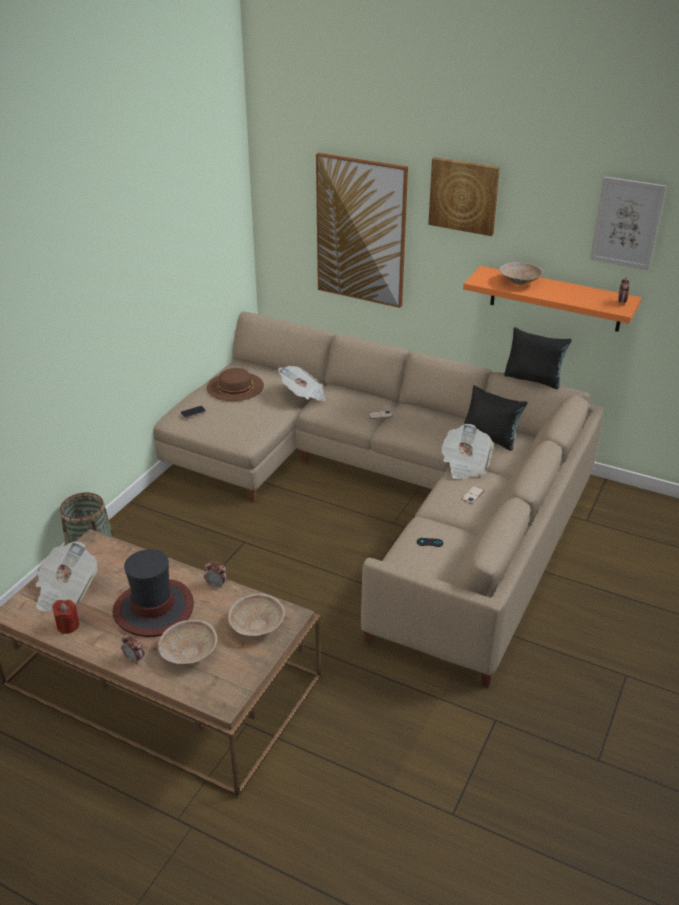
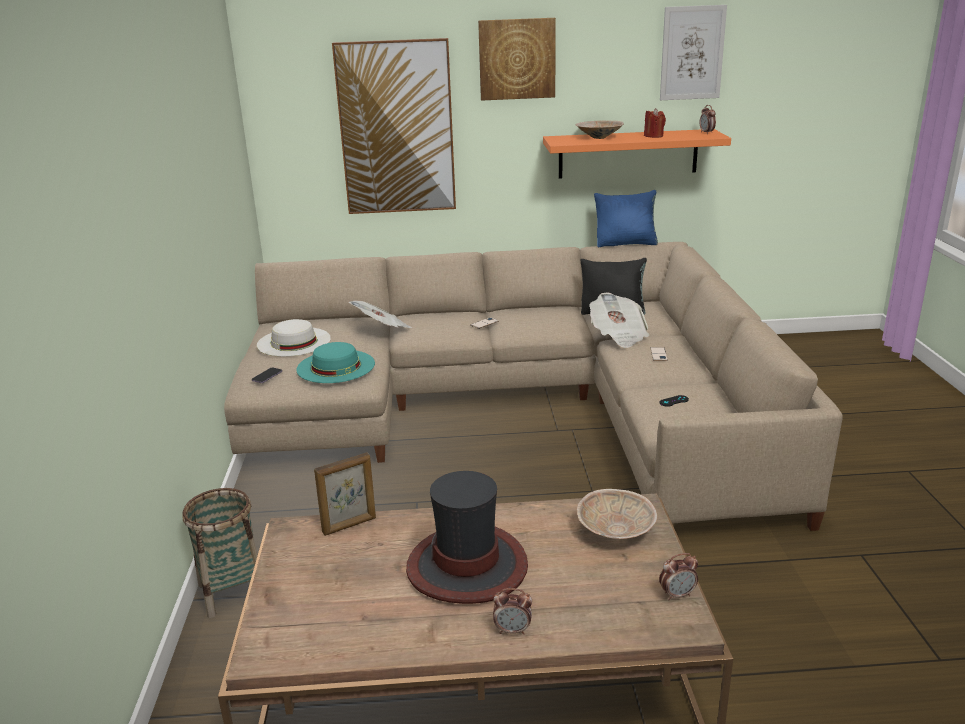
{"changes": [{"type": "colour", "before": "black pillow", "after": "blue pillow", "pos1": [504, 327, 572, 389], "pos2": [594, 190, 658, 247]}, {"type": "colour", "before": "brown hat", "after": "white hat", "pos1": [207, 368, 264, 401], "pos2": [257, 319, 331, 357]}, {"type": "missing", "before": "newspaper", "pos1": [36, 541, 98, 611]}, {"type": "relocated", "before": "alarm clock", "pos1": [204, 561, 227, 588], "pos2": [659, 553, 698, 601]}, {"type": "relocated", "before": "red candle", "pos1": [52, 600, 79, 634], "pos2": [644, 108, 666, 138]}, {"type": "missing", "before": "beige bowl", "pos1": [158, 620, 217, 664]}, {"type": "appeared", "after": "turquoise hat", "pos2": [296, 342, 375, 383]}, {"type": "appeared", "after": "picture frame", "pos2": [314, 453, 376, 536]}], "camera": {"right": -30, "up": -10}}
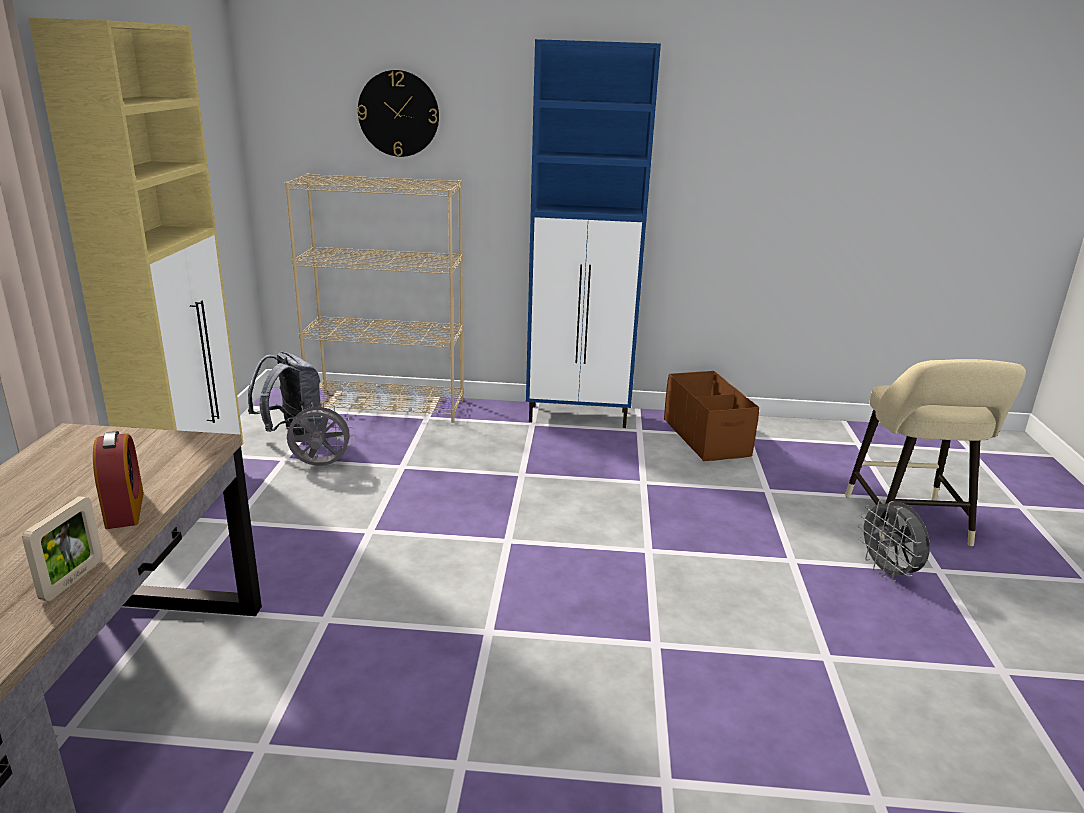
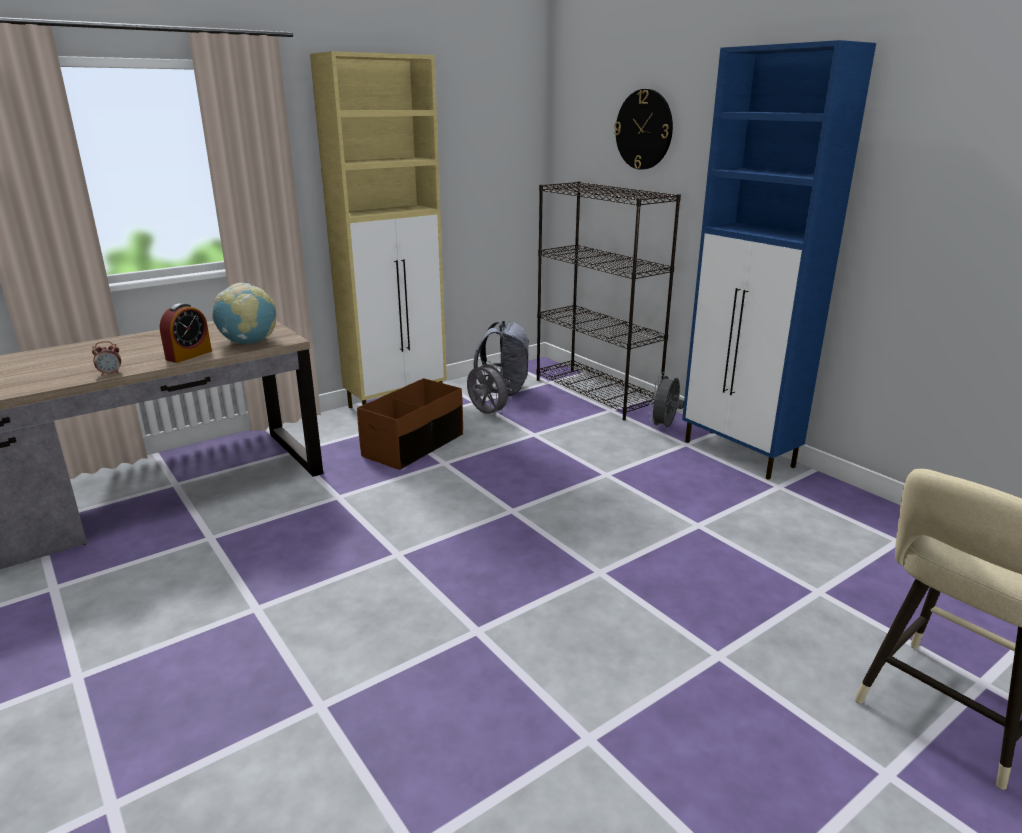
{"changes": [{"type": "colour", "before": "beige bookcase", "after": "black bookcase", "pos1": [285, 174, 464, 423], "pos2": [536, 181, 681, 421]}, {"type": "relocated", "before": "brown storage box", "pos1": [664, 371, 759, 461], "pos2": [357, 378, 463, 470]}, {"type": "exchanged", "before": "picture frame", "after": "alarm clock", "pos1": [22, 496, 103, 601], "pos2": [92, 341, 121, 376]}, {"type": "relocated", "before": "grey fan", "pos1": [857, 499, 930, 581], "pos2": [649, 372, 684, 429]}, {"type": "appeared", "after": "globe", "pos2": [212, 283, 276, 344]}], "camera": {"right": 50, "up": 0}}
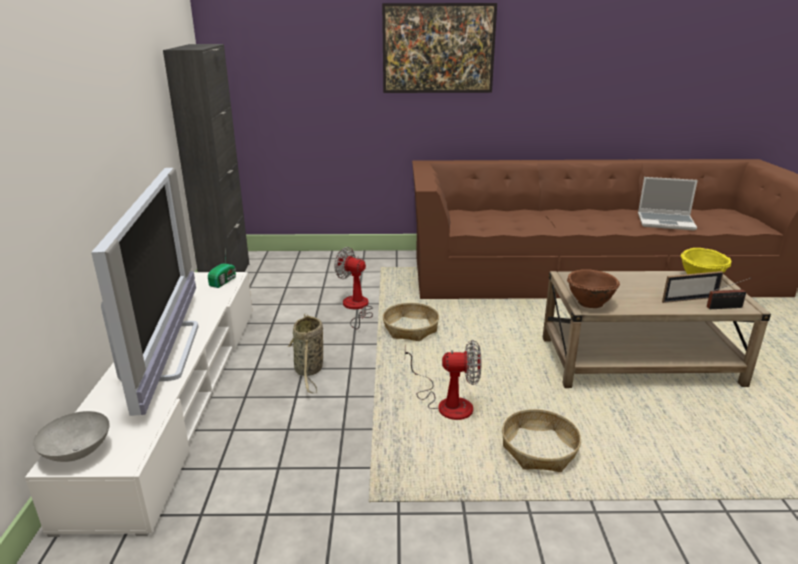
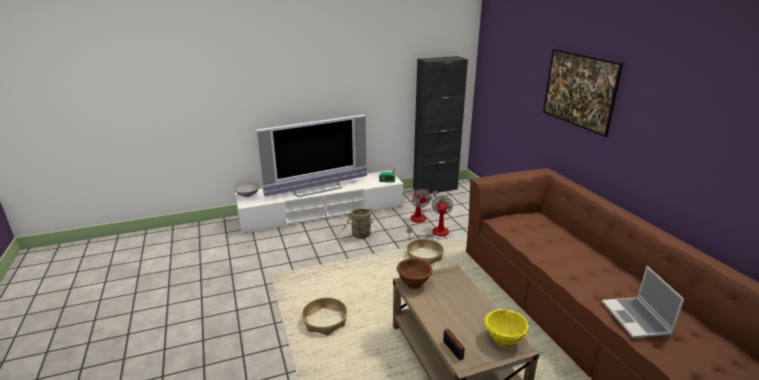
{"changes": [{"type": "missing", "before": "picture frame", "pos1": [662, 271, 724, 303]}, {"type": "relocated", "before": "fan", "pos1": [405, 340, 482, 420], "pos2": [411, 189, 437, 223]}], "camera": {"right": 70, "up": 0}}
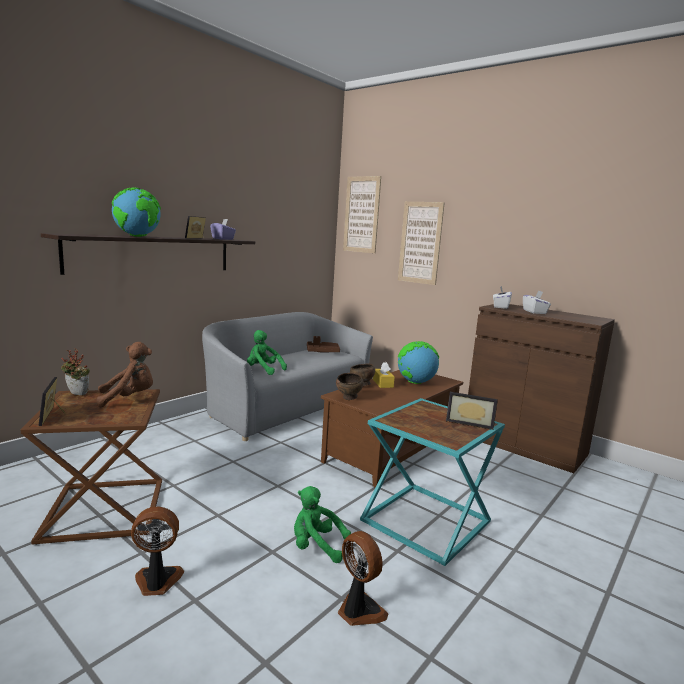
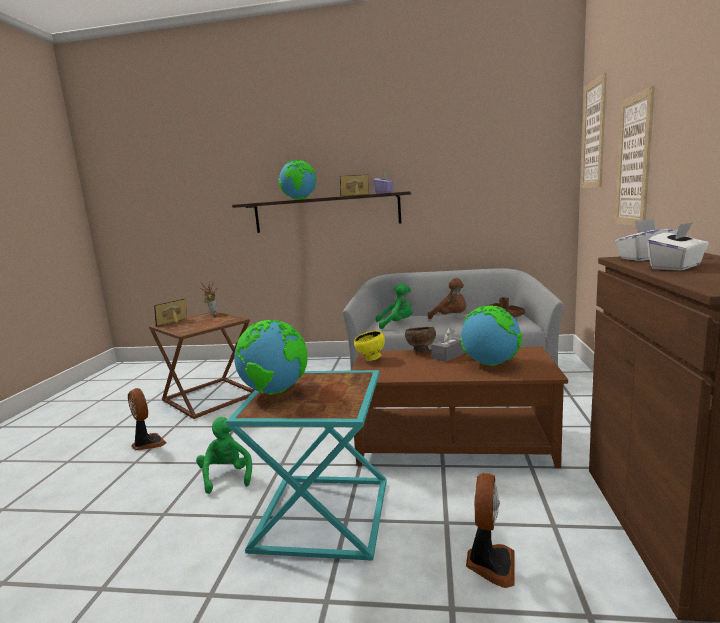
{"changes": [{"type": "spun", "before": "green plush toy", "pos1": [247, 330, 287, 375], "pos2": [375, 283, 412, 329], "turn": 90}, {"type": "relocated", "before": "brown plush toy", "pos1": [97, 342, 153, 407], "pos2": [428, 278, 466, 319]}, {"type": "colour", "before": "yellow tissue box", "after": "grey tissue box", "pos1": [373, 362, 395, 388], "pos2": [431, 328, 465, 362]}, {"type": "colour", "before": "brown bowl", "after": "yellow bowl", "pos1": [336, 373, 364, 400], "pos2": [354, 331, 385, 361]}, {"type": "missing", "before": "picture frame", "pos1": [446, 392, 498, 430]}, {"type": "relocated", "before": "fan", "pos1": [338, 531, 388, 626], "pos2": [466, 473, 514, 588]}, {"type": "appeared", "after": "globe", "pos2": [234, 320, 307, 395]}], "camera": {"right": 60, "up": 0}}
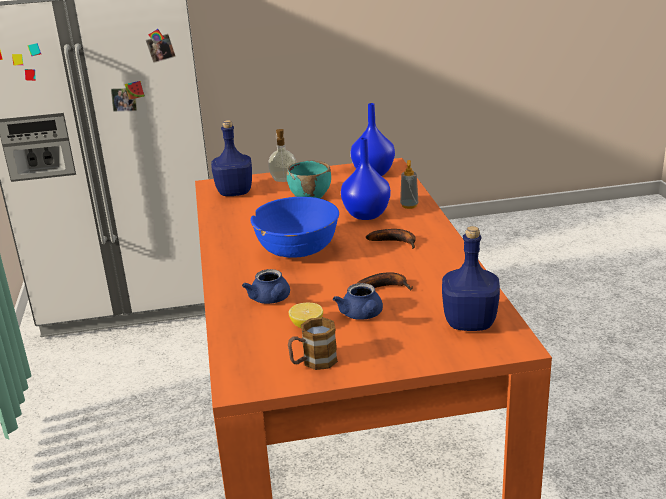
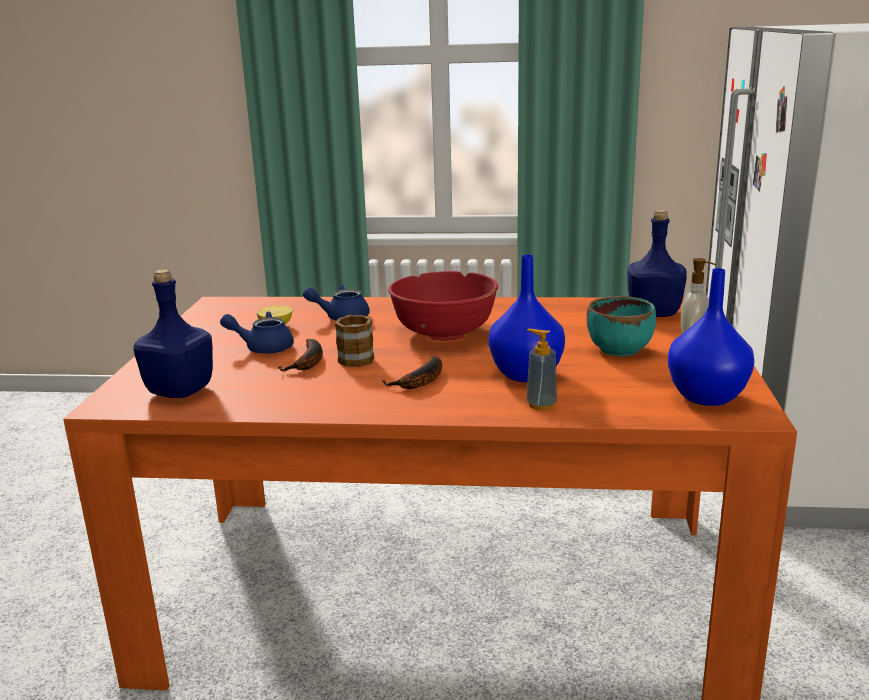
{"changes": [{"type": "colour", "before": "blue bowl", "after": "red bowl", "pos1": [250, 197, 339, 258], "pos2": [388, 271, 498, 341]}, {"type": "relocated", "before": "mug", "pos1": [288, 317, 338, 370], "pos2": [335, 315, 374, 367]}], "camera": {"right": 105, "up": -5}}
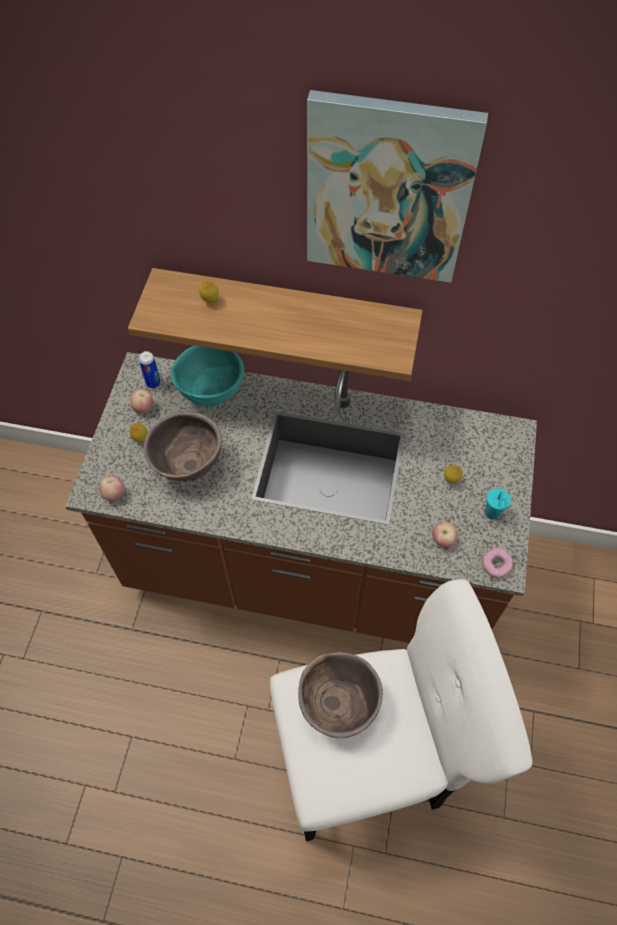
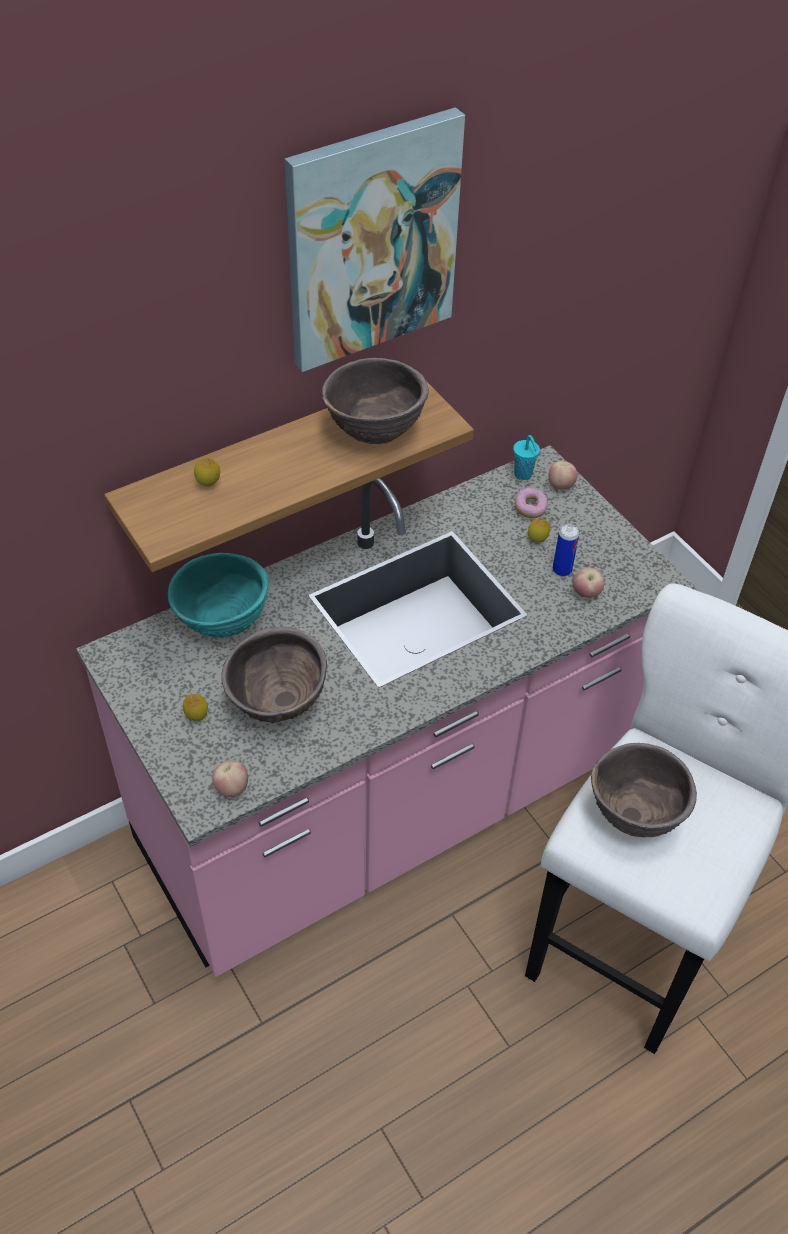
{"changes": [{"type": "relocated", "before": "can", "pos1": [139, 351, 161, 388], "pos2": [553, 524, 579, 577]}, {"type": "colour", "before": "brown counter", "after": "pink counter", "pos1": [65, 352, 537, 643], "pos2": [76, 445, 695, 977]}, {"type": "relocated", "before": "apple", "pos1": [130, 390, 153, 414], "pos2": [549, 461, 577, 490]}, {"type": "relocated", "before": "turquoise cup", "pos1": [485, 488, 511, 520], "pos2": [513, 435, 540, 480]}, {"type": "relocated", "before": "donut", "pos1": [482, 548, 513, 578], "pos2": [515, 488, 548, 518]}, {"type": "appeared", "after": "brown bowl", "pos2": [322, 358, 429, 444]}], "camera": {"right": -45, "up": -10}}
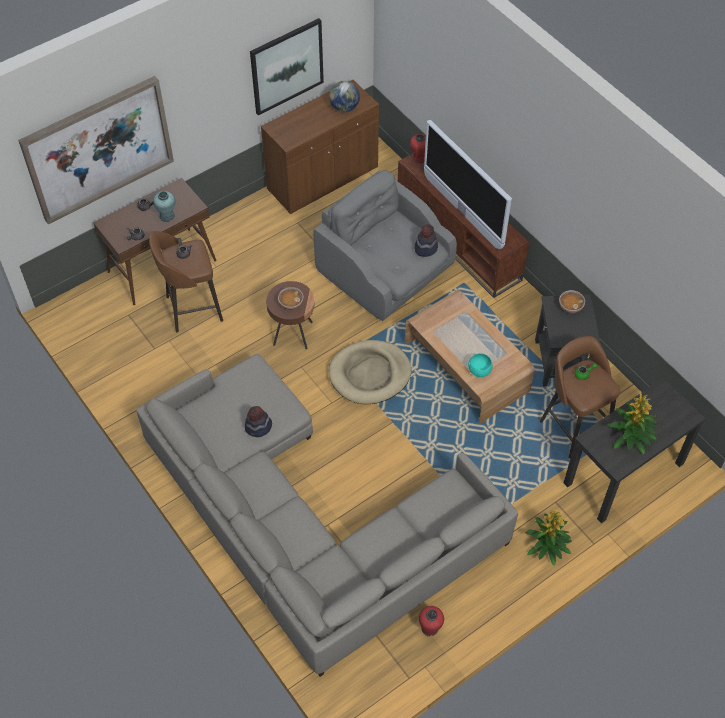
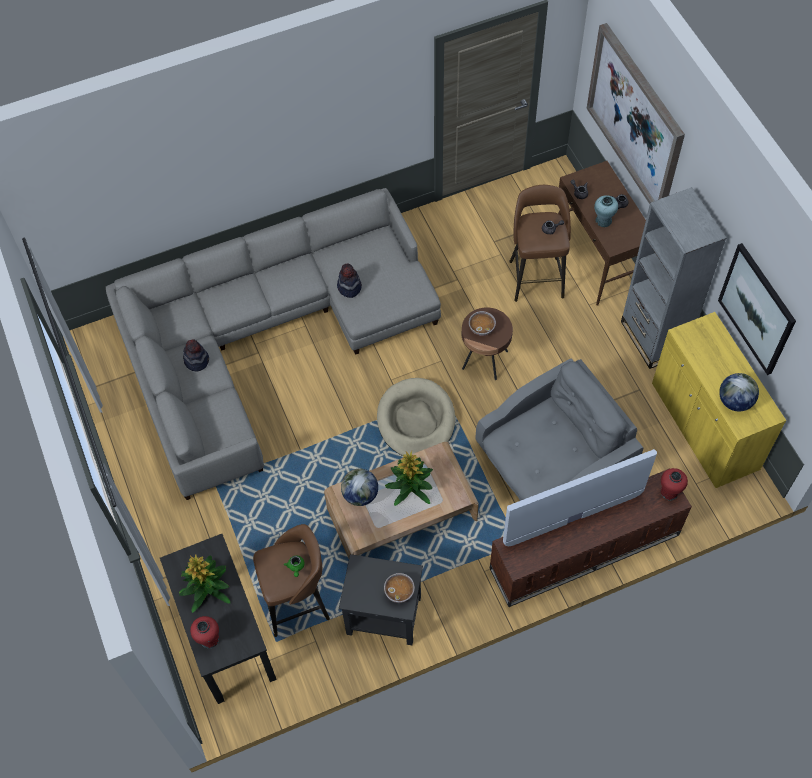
{"changes": [{"type": "colour", "before": "brown cabinet", "after": "yellow cabinet", "pos1": [261, 80, 379, 214], "pos2": [652, 312, 786, 488]}, {"type": "relocated", "before": "hat", "pos1": [415, 224, 438, 257], "pos2": [183, 339, 209, 372]}, {"type": "exchanged", "before": "turquoise bowl", "after": "globe", "pos1": [468, 353, 493, 377], "pos2": [341, 468, 378, 506]}, {"type": "relocated", "before": "potted plant", "pos1": [525, 508, 572, 566], "pos2": [385, 451, 433, 506]}, {"type": "relocated", "before": "red vase", "pos1": [419, 606, 444, 637], "pos2": [190, 616, 219, 648]}, {"type": "appeared", "after": "grey bookcase", "pos2": [621, 187, 726, 369]}], "camera": {"right": 105, "up": 5}}
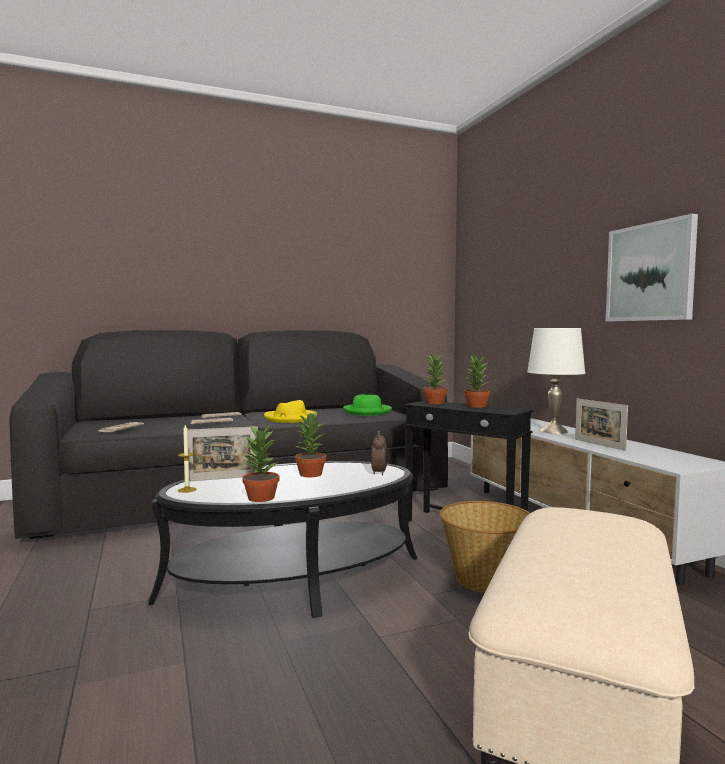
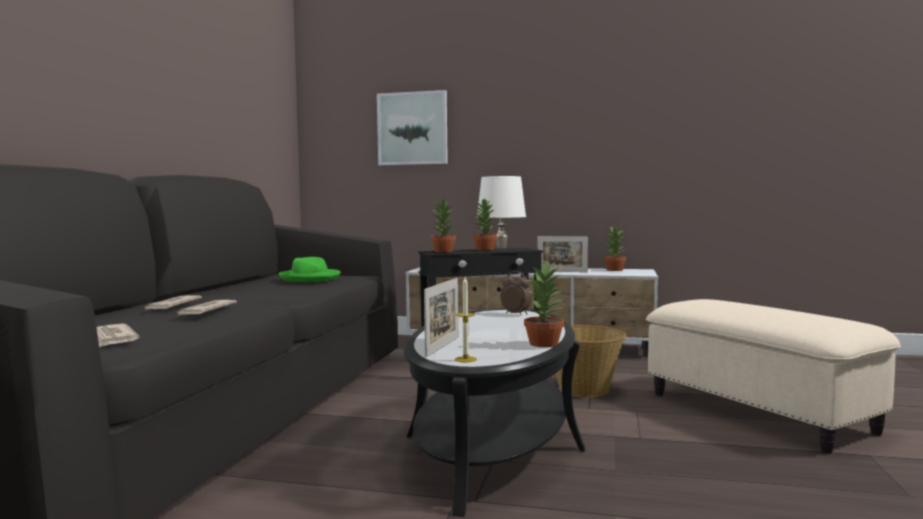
{"changes": [{"type": "relocated", "before": "picture", "pos1": [606, 214, 698, 321], "pos2": [377, 90, 448, 166]}, {"type": "missing", "before": "yellow hat", "pos1": [264, 400, 317, 423]}, {"type": "relocated", "before": "potted plant", "pos1": [295, 413, 326, 477], "pos2": [604, 226, 626, 271]}], "camera": {"right": -55, "up": 0}}
